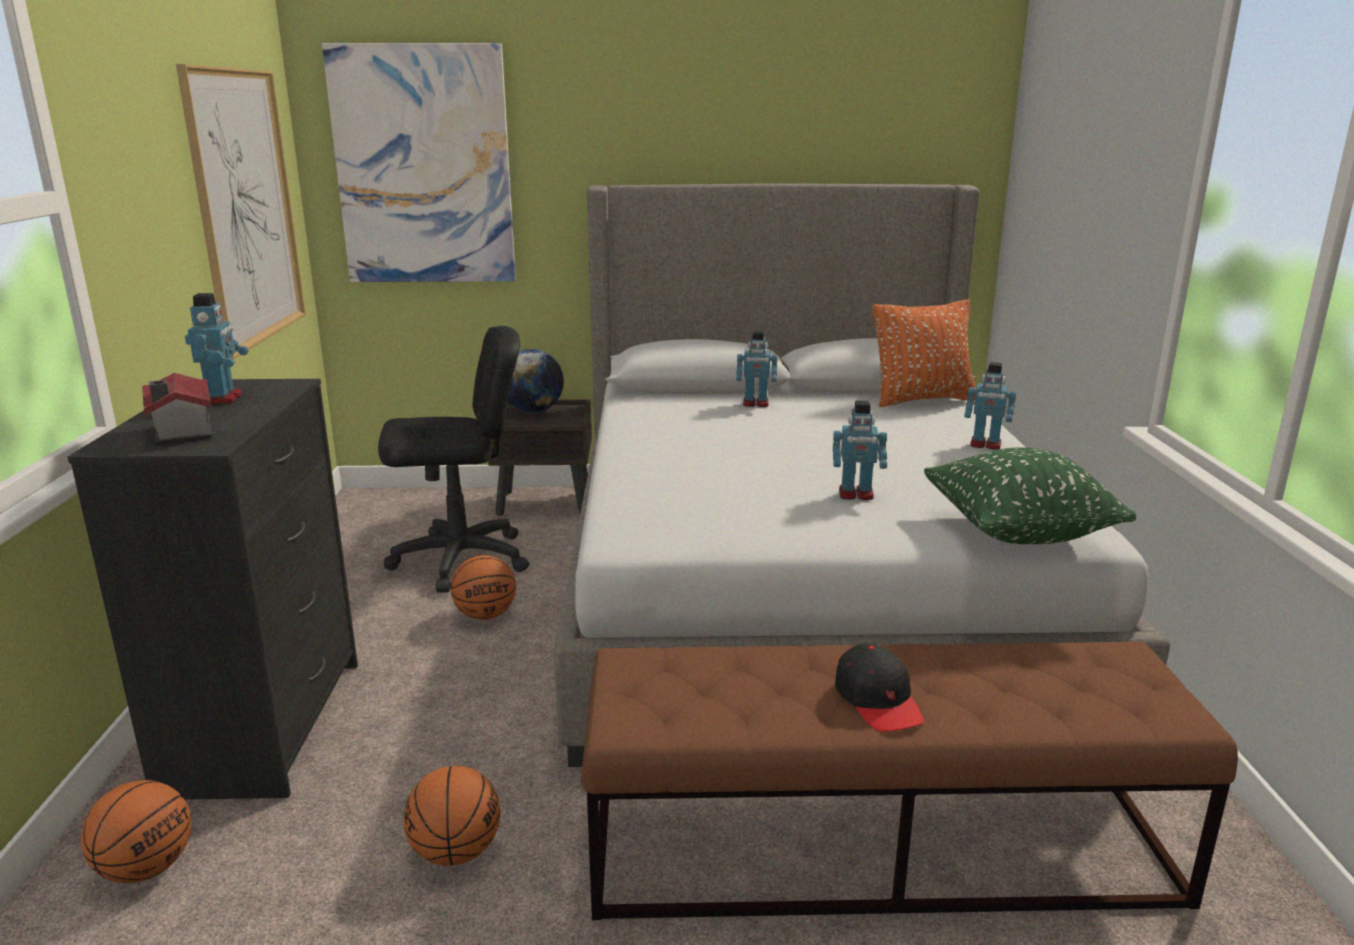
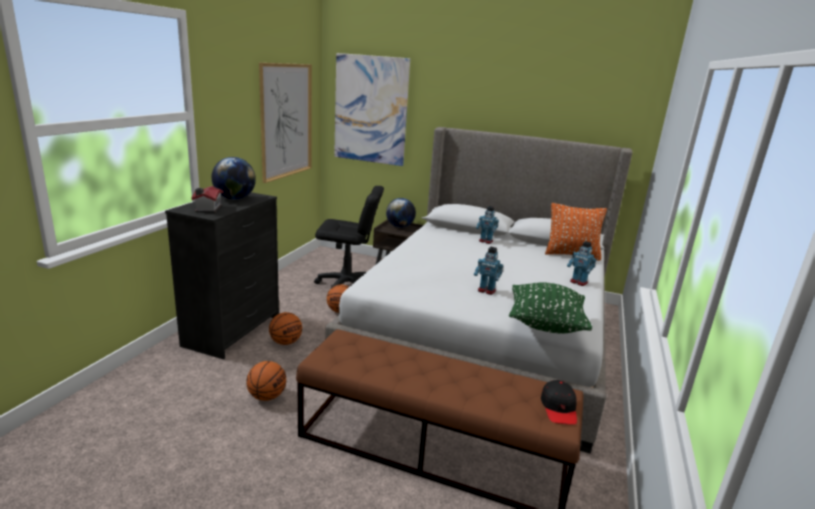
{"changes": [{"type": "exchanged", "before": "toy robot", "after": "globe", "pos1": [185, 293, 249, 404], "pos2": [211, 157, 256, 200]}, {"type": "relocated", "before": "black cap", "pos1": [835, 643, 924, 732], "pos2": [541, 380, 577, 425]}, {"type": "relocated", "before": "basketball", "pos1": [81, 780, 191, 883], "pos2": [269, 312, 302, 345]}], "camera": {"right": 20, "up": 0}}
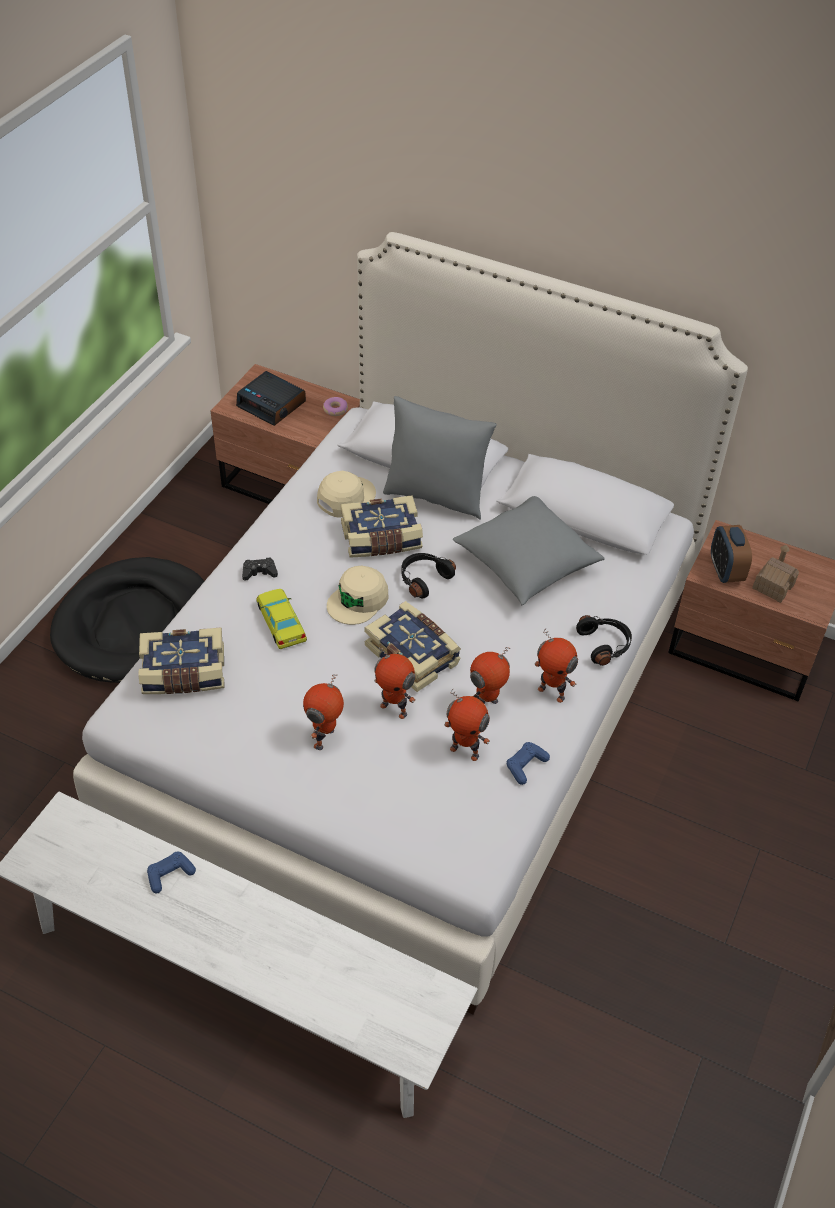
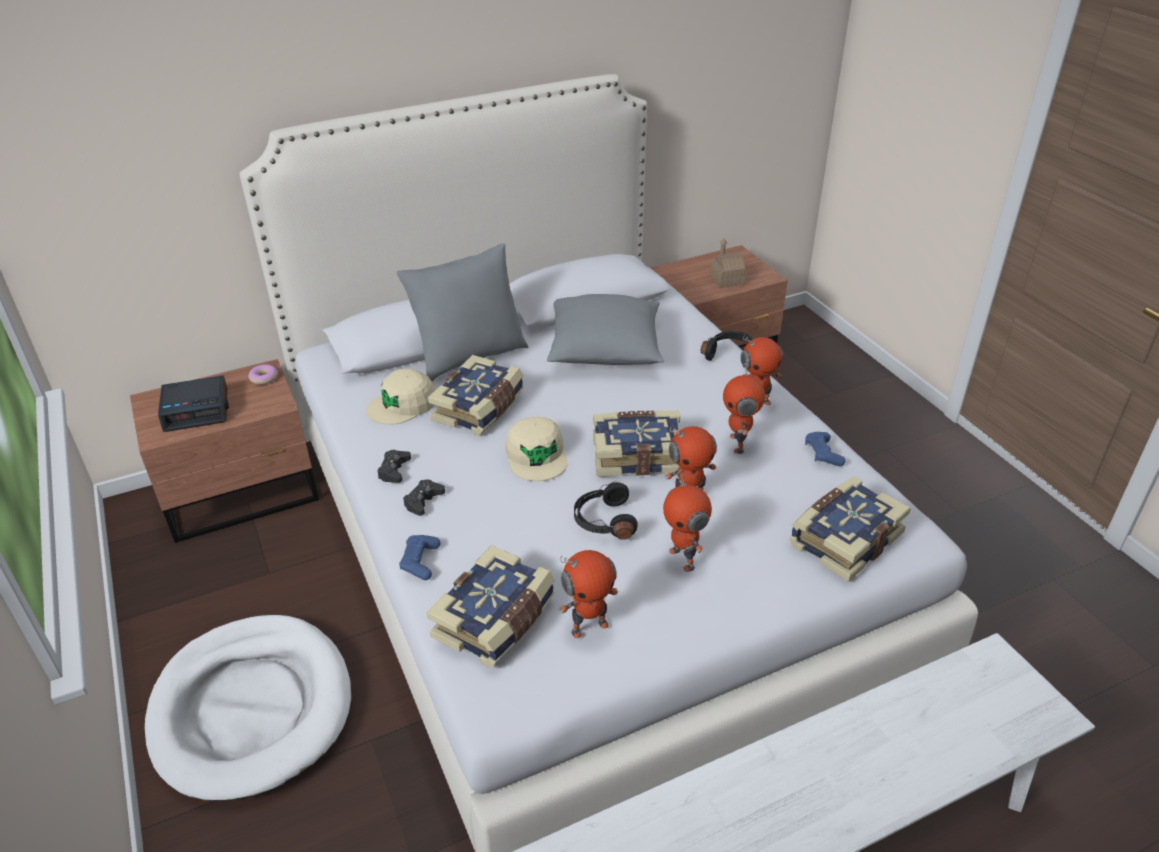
{"changes": [{"type": "spun", "before": "beige cap", "pos1": [317, 471, 376, 518], "pos2": [366, 369, 435, 425], "turn": -120}, {"type": "missing", "before": "alarm clock", "pos1": [711, 525, 752, 583]}, {"type": "relocated", "before": "black headphones", "pos1": [402, 553, 456, 598], "pos2": [574, 482, 638, 540]}, {"type": "colour", "before": "black dog bed", "after": "white dog bed", "pos1": [50, 557, 204, 683], "pos2": [145, 615, 351, 801]}, {"type": "missing", "before": "yellow toy car", "pos1": [256, 589, 307, 649]}, {"type": "relocated", "before": "toy robot", "pos1": [444, 689, 490, 761], "pos2": [559, 550, 618, 638]}, {"type": "relocated", "before": "blue game controller", "pos1": [147, 852, 196, 893], "pos2": [399, 535, 441, 580]}, {"type": "appeared", "after": "black game controller", "pos2": [377, 450, 411, 483]}, {"type": "appeared", "after": "book", "pos2": [789, 476, 911, 582]}], "camera": {"right": -50, "up": -10}}
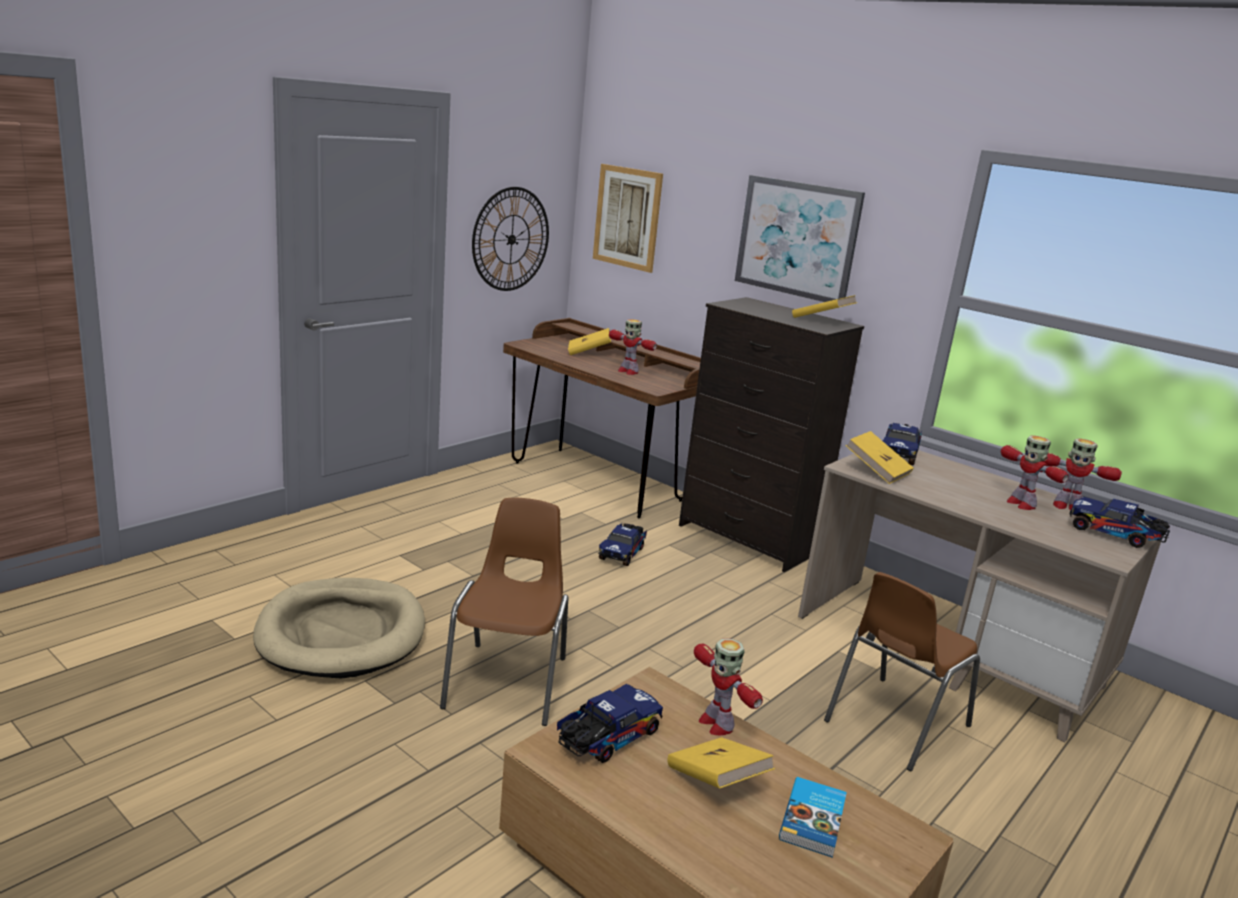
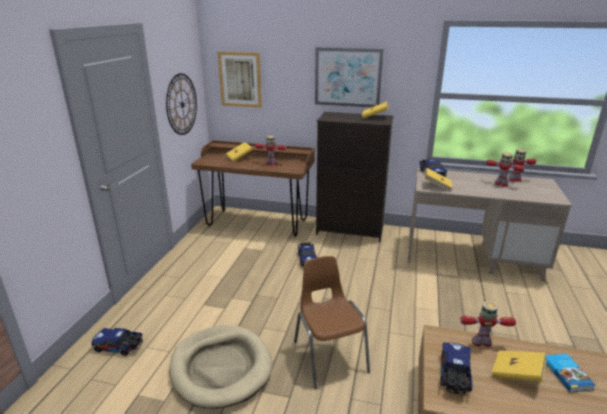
{"changes": [{"type": "relocated", "before": "toy truck", "pos1": [1069, 497, 1170, 548], "pos2": [91, 328, 143, 356]}, {"type": "missing", "before": "brown chair", "pos1": [824, 572, 980, 771]}, {"type": "spun", "before": "toy robot", "pos1": [694, 639, 763, 736], "pos2": [460, 301, 516, 347], "turn": 150}], "camera": {"right": -25, "up": 5}}
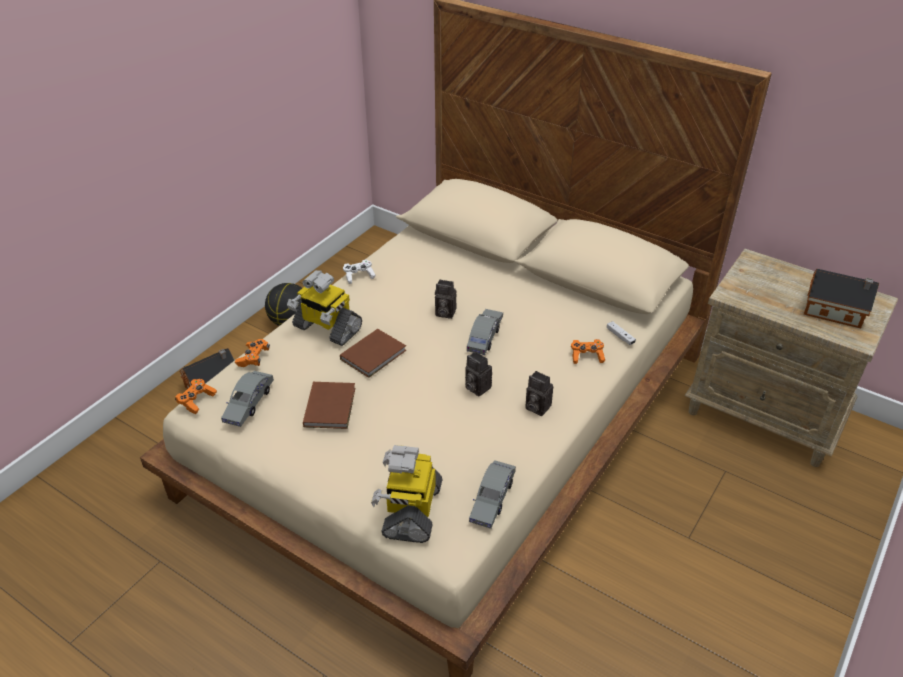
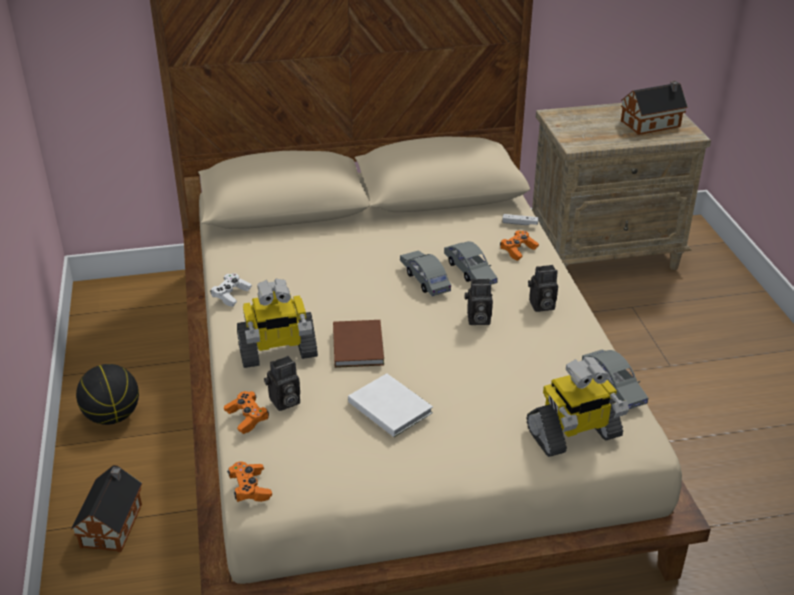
{"changes": [{"type": "relocated", "before": "photo camera", "pos1": [435, 279, 456, 319], "pos2": [264, 356, 300, 411]}, {"type": "relocated", "before": "grey toy car", "pos1": [221, 371, 274, 427], "pos2": [444, 241, 498, 285]}, {"type": "colour", "before": "brown book", "after": "white book", "pos1": [303, 382, 355, 429], "pos2": [348, 373, 433, 437]}, {"type": "spun", "before": "toy robot", "pos1": [371, 445, 442, 543], "pos2": [527, 357, 629, 457], "turn": -75}], "camera": {"right": -45, "up": -5}}
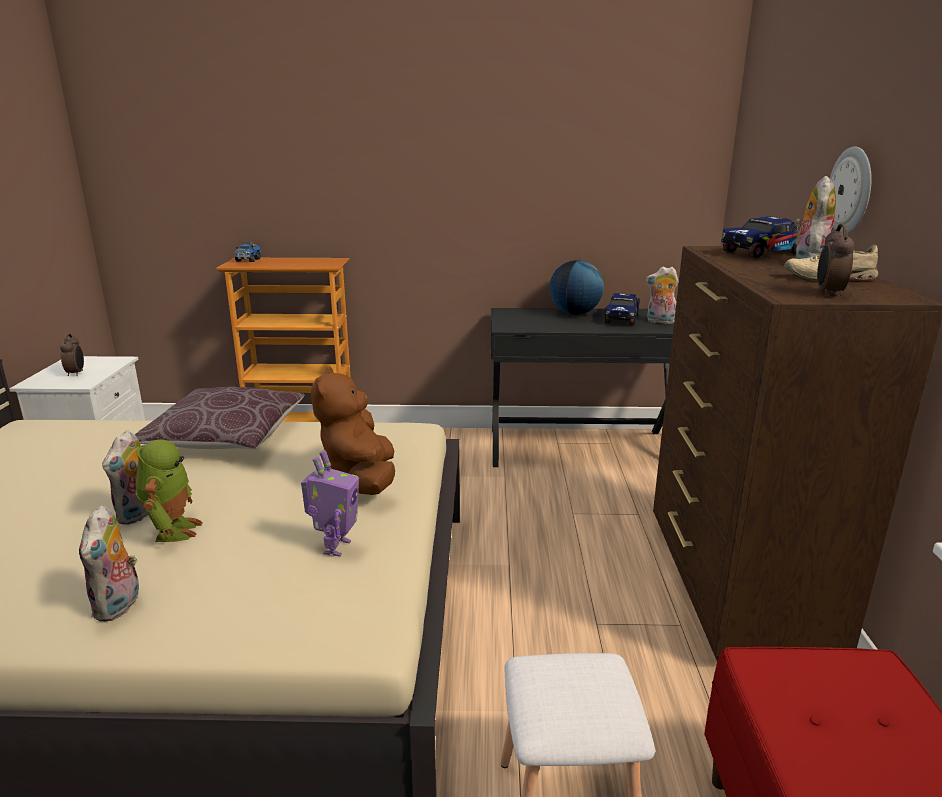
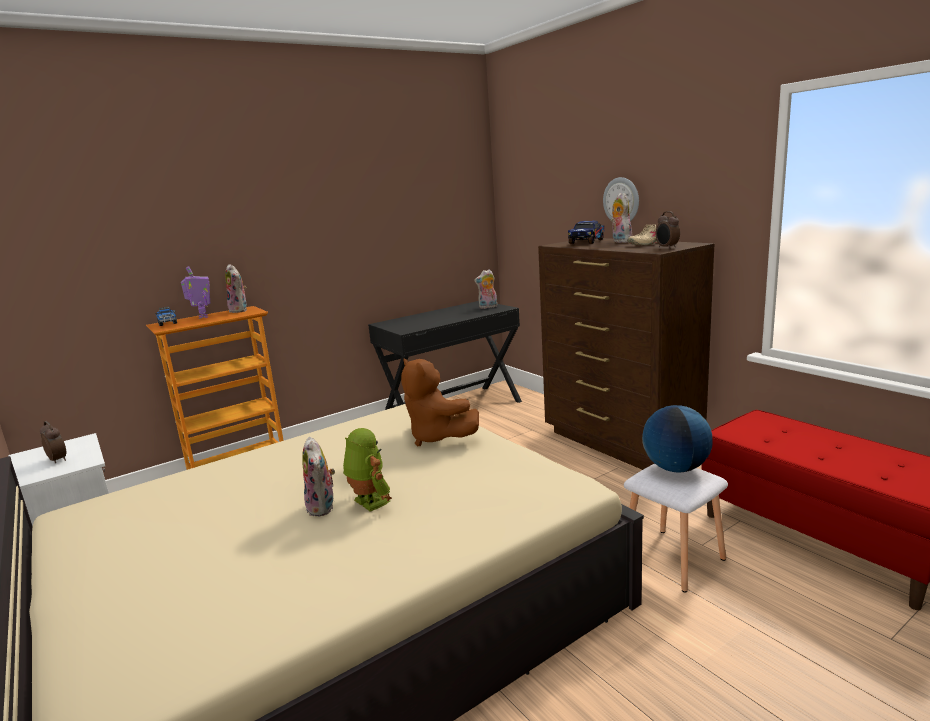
{"changes": [{"type": "relocated", "before": "globe", "pos1": [549, 260, 604, 315], "pos2": [642, 405, 713, 473]}, {"type": "missing", "before": "toy truck", "pos1": [605, 293, 639, 326]}, {"type": "missing", "before": "brown pillow", "pos1": [135, 387, 304, 449]}, {"type": "relocated", "before": "toy robot", "pos1": [301, 450, 359, 557], "pos2": [181, 266, 210, 319]}, {"type": "relocated", "before": "plush toy", "pos1": [79, 505, 139, 622], "pos2": [225, 264, 247, 313]}], "camera": {"right": -35, "up": -5}}
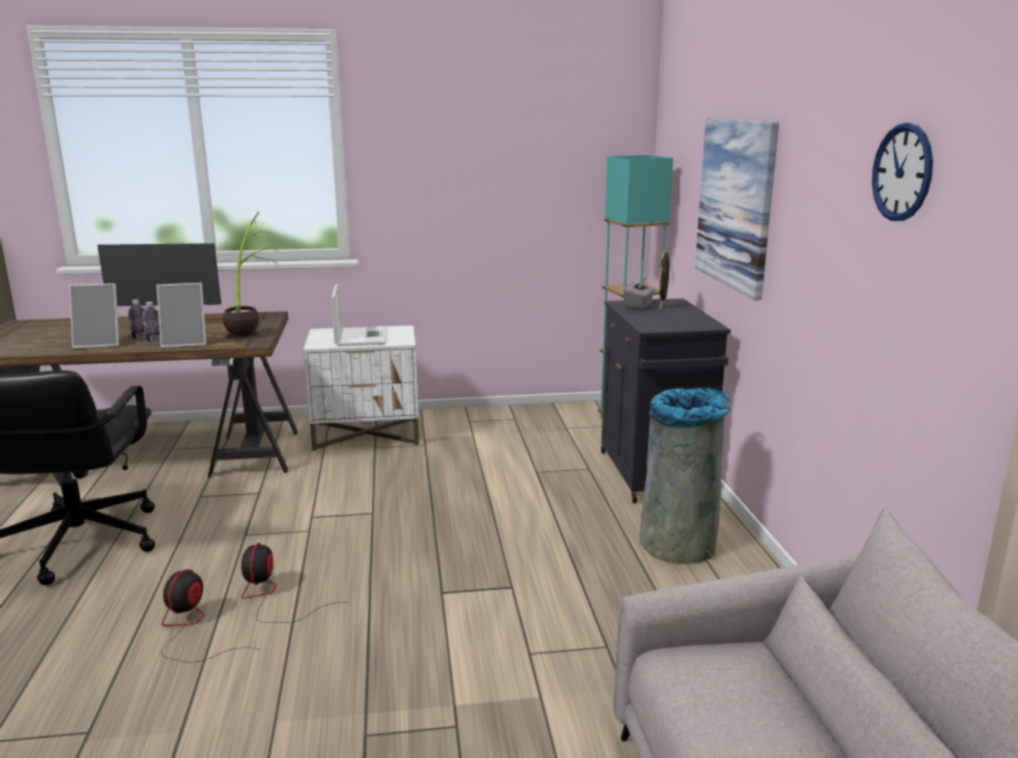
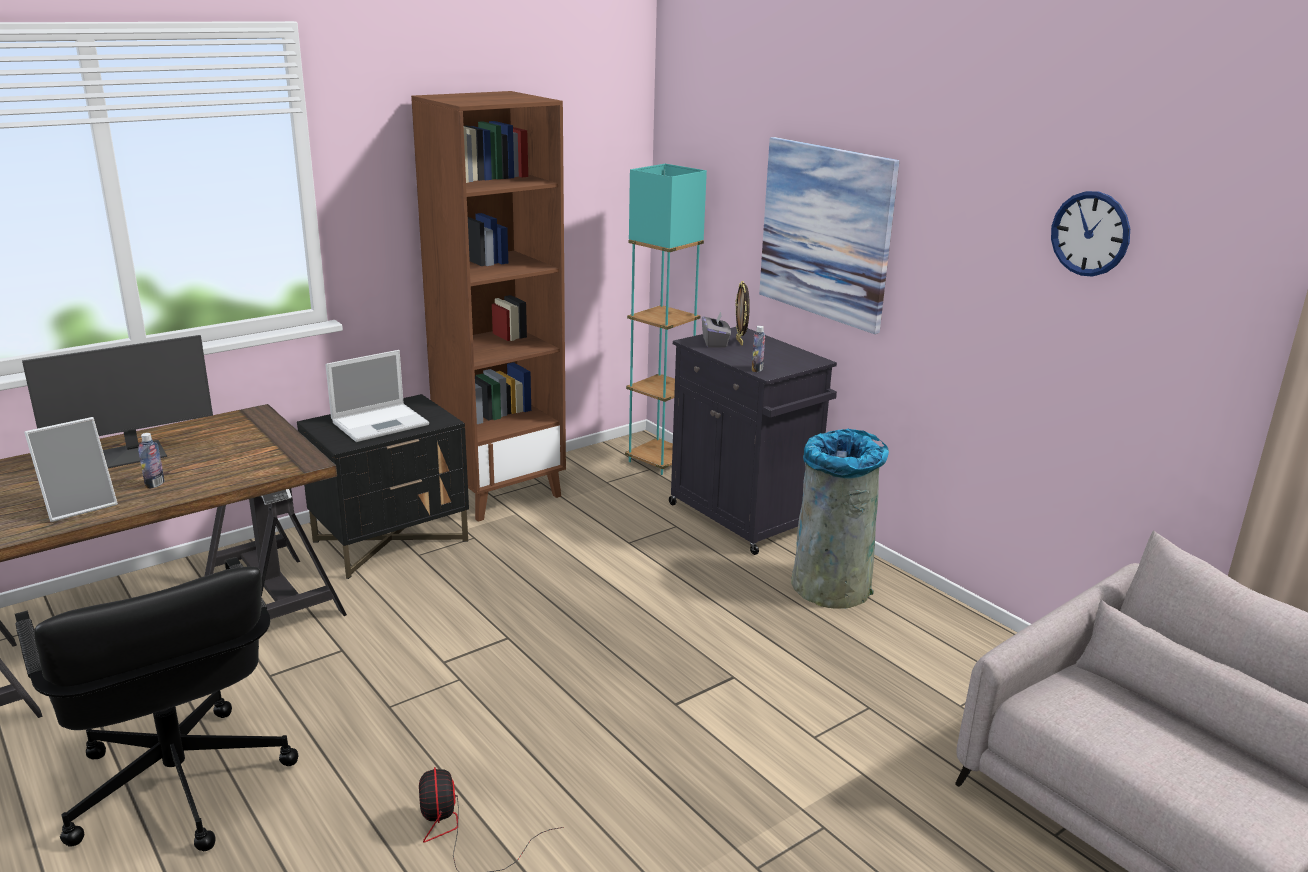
{"changes": [{"type": "missing", "before": "potted plant", "pos1": [223, 212, 279, 340]}, {"type": "missing", "before": "picture frame", "pos1": [157, 283, 206, 348]}, {"type": "spun", "before": "laptop", "pos1": [331, 284, 386, 347], "pos2": [325, 350, 429, 442], "turn": 90}, {"type": "relocated", "before": "bottle", "pos1": [128, 299, 145, 339], "pos2": [752, 326, 765, 372]}, {"type": "colour", "before": "white nightstand", "after": "black nightstand", "pos1": [303, 325, 419, 452], "pos2": [297, 394, 469, 579]}, {"type": "missing", "before": "fan", "pos1": [241, 543, 350, 623]}, {"type": "appeared", "after": "brown bookcase", "pos2": [411, 91, 566, 522]}], "camera": {"right": -30, "up": 5}}
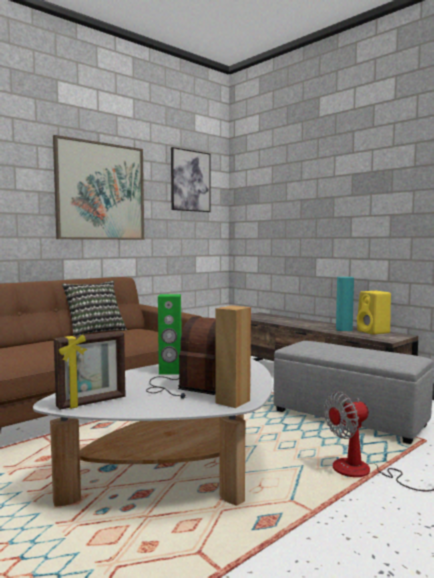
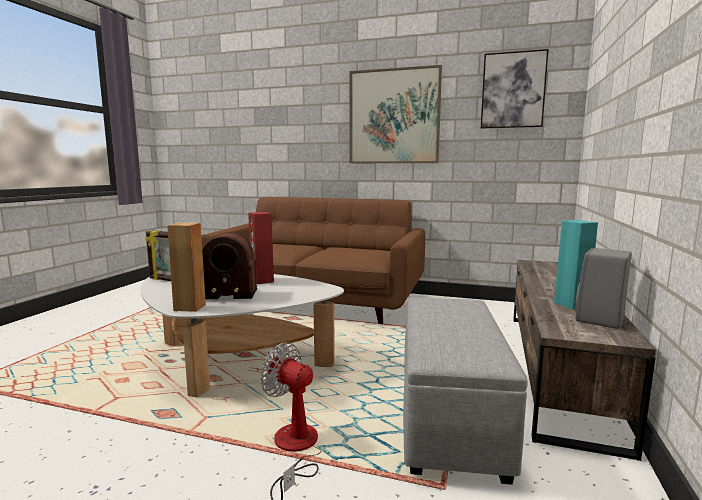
{"changes": [{"type": "missing", "before": "pillow", "pos1": [62, 281, 127, 336]}, {"type": "colour", "before": "yellow speaker", "after": "grey speaker", "pos1": [357, 291, 391, 335], "pos2": [575, 248, 632, 329]}, {"type": "colour", "before": "green speaker", "after": "red speaker", "pos1": [158, 294, 182, 375], "pos2": [248, 212, 274, 284]}], "camera": {"right": 60, "up": 5}}
